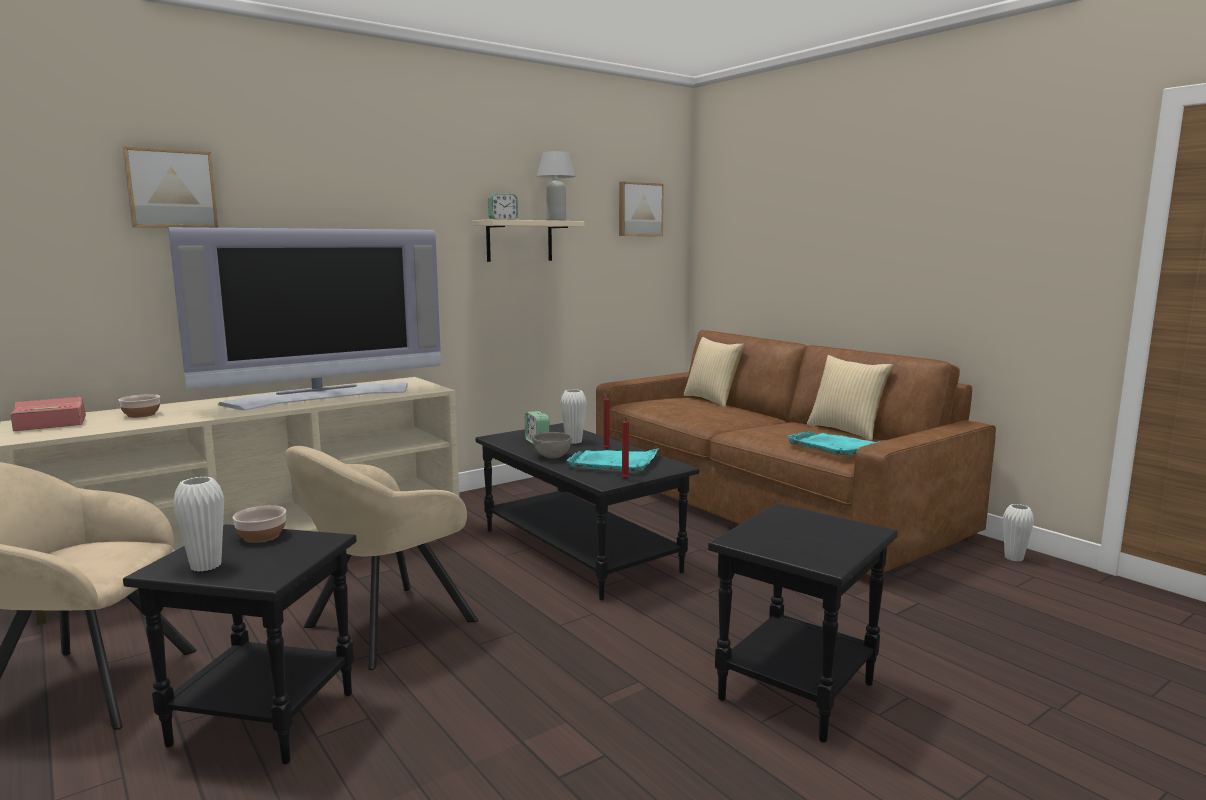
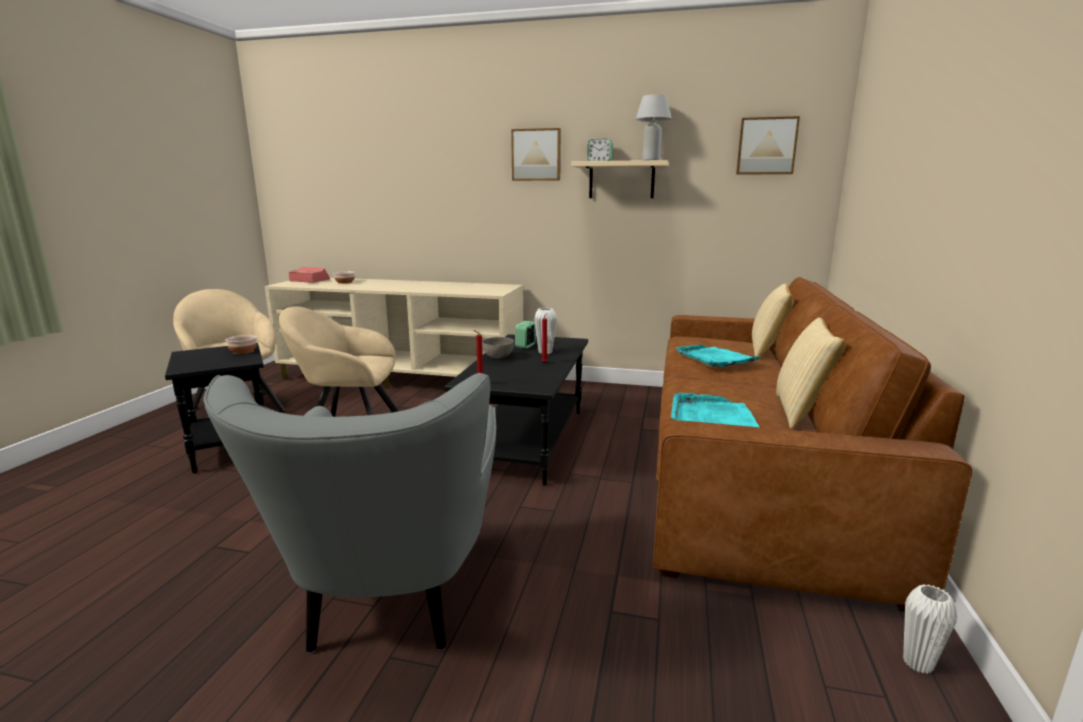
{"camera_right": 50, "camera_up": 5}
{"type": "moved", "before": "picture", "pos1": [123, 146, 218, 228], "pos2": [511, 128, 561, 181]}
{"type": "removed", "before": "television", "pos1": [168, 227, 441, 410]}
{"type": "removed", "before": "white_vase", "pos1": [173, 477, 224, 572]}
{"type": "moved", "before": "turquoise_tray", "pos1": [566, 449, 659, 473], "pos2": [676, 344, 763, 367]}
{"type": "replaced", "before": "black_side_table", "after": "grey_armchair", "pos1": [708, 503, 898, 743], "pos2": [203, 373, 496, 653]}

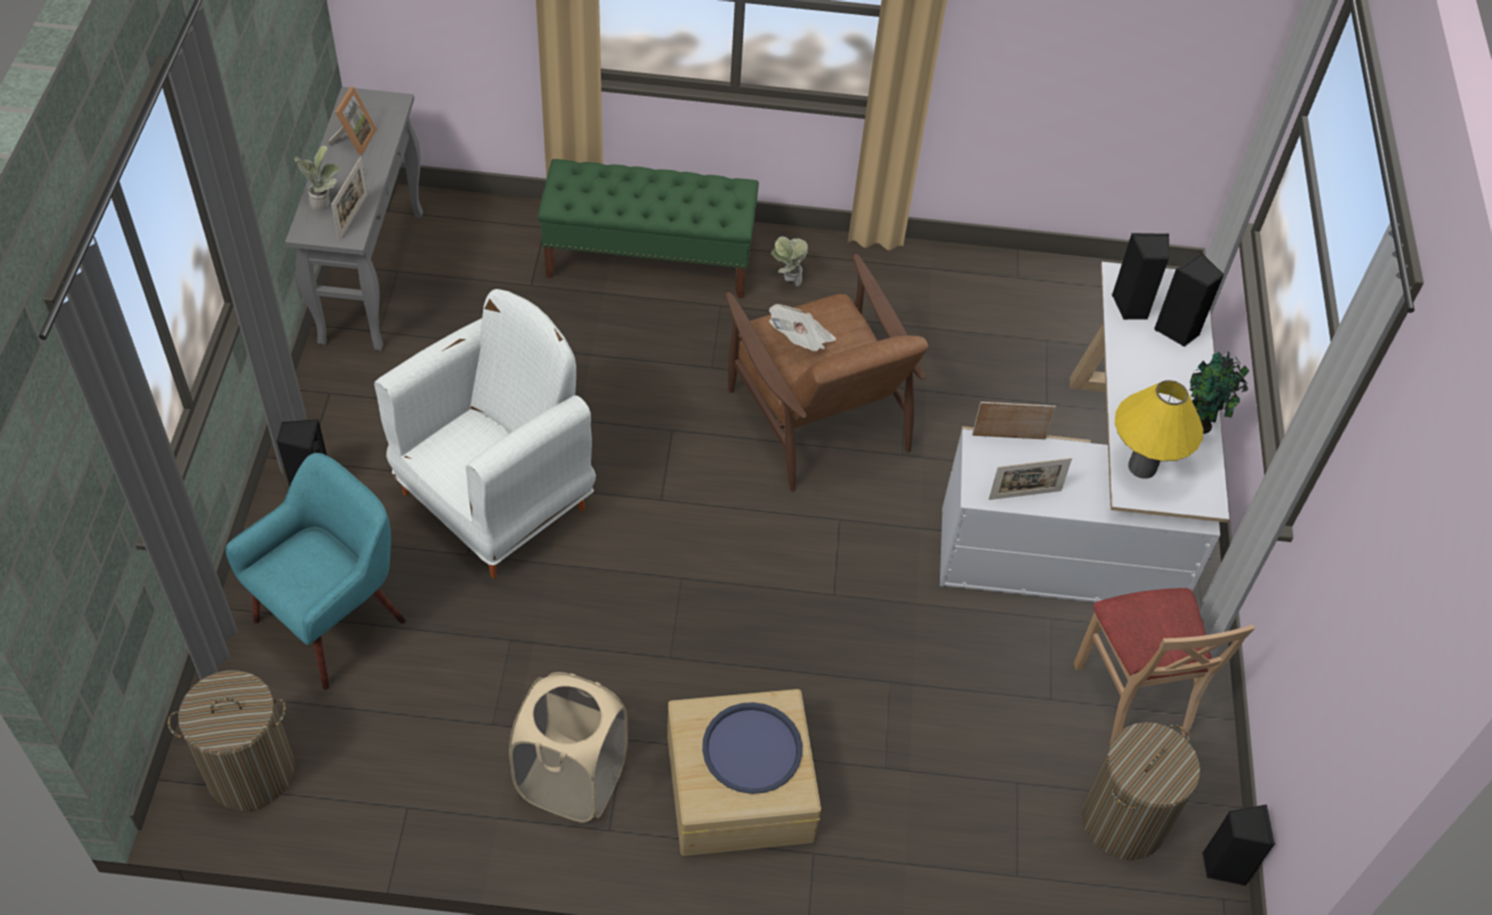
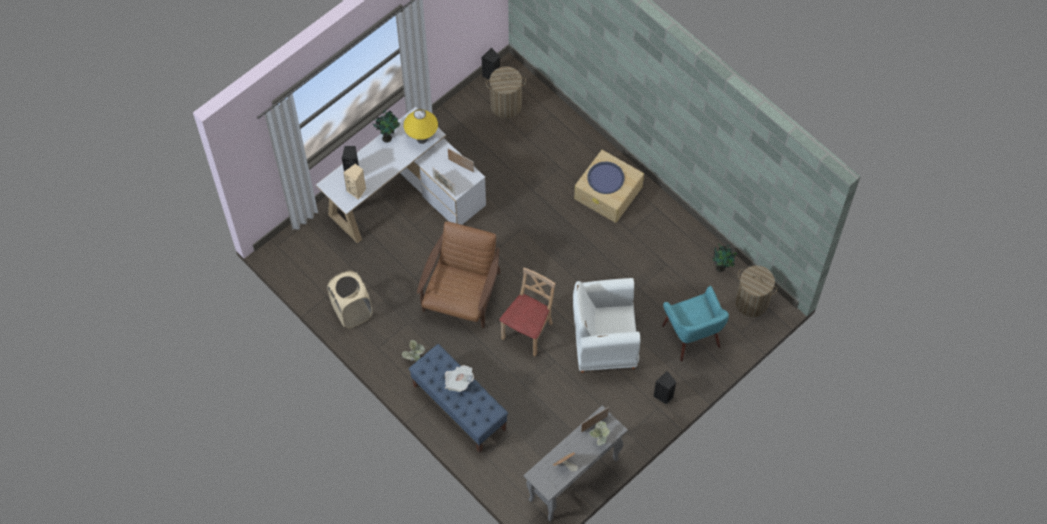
{"camera_right": -135, "camera_up": 10}
{"type": "turned", "before": "turquoise_armchair", "pos1": [225, 453, 406, 690], "pos2": [662, 286, 729, 362], "turn": -105}
{"type": "moved", "before": "beige_laundry_basket", "pos1": [509, 672, 628, 823], "pos2": [327, 270, 373, 328]}
{"type": "recoloured", "before": "green_bench", "after": "blue_bench", "pos1": [538, 159, 759, 298], "pos2": [409, 344, 508, 453]}
{"type": "moved", "before": "newspaper", "pos1": [769, 304, 836, 352], "pos2": [445, 365, 474, 392]}
{"type": "moved", "before": "beige_chair", "pos1": [1074, 588, 1255, 744], "pos2": [500, 268, 556, 356]}
{"type": "recoloured", "before": "black_speaker", "after": "beige_speaker", "pos1": [1112, 233, 1170, 320], "pos2": [343, 164, 366, 200]}
{"type": "added", "after": "potted_plant", "pos2": [713, 243, 737, 272]}

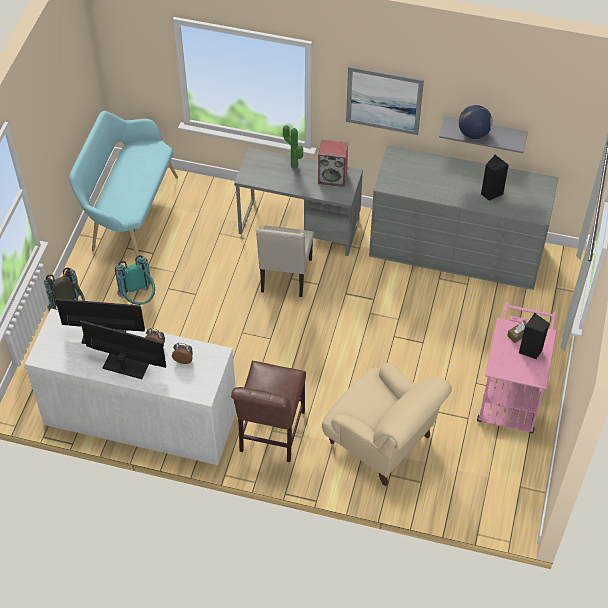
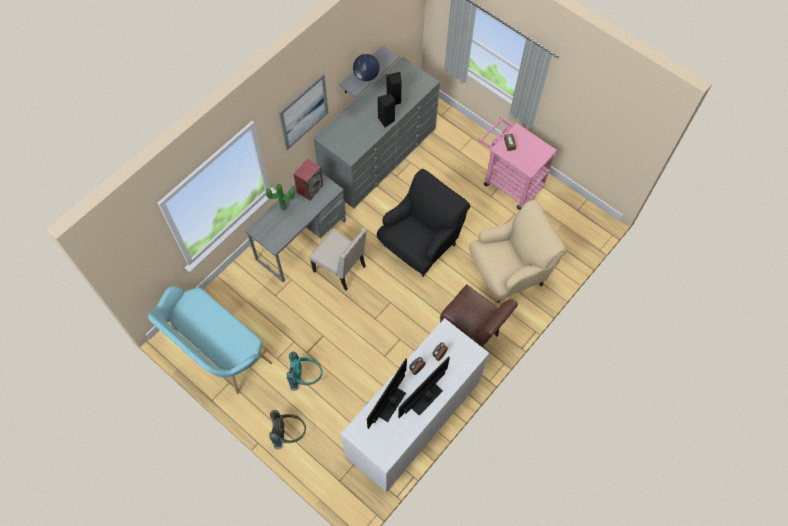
{"camera_right": -65, "camera_up": 10}
{"type": "moved", "before": "black_speaker", "pos1": [519, 313, 550, 359], "pos2": [378, 93, 395, 128]}
{"type": "added", "after": "black_armchair", "pos2": [377, 169, 470, 277]}

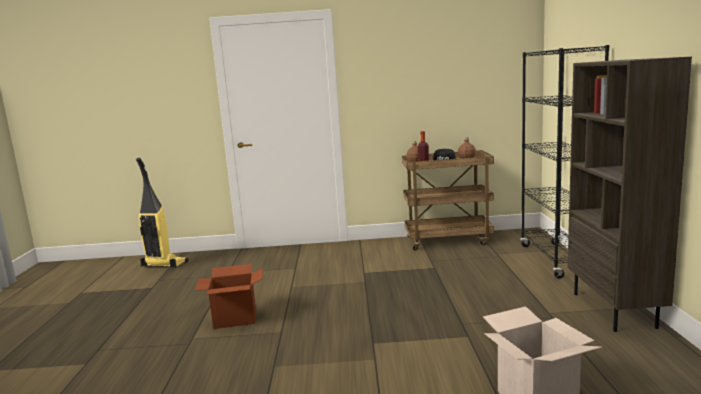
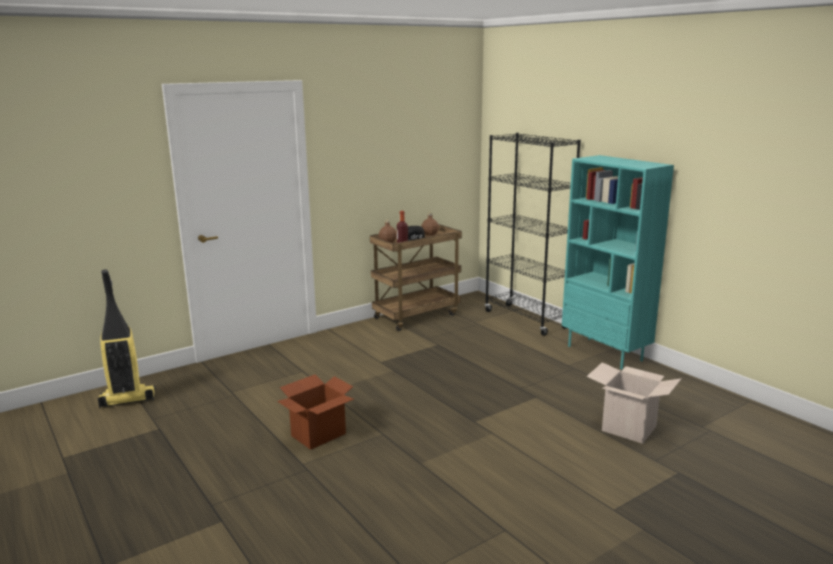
{"camera_right": -35, "camera_up": 5}
{"type": "recoloured", "before": "brown_bookcase", "after": "turquoise_bookcase", "pos1": [567, 57, 692, 332], "pos2": [562, 155, 674, 370]}

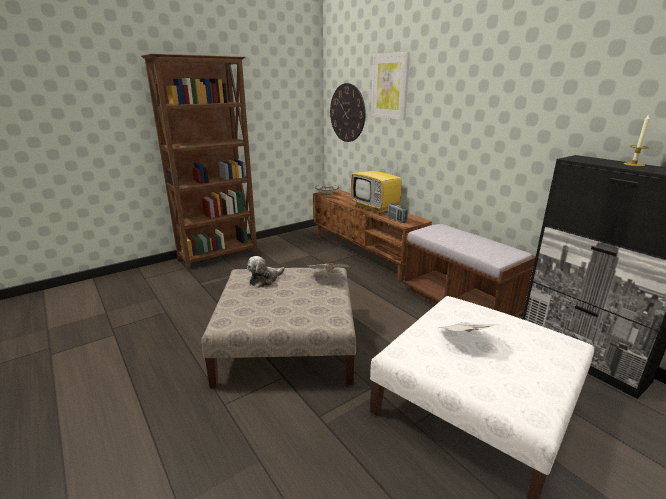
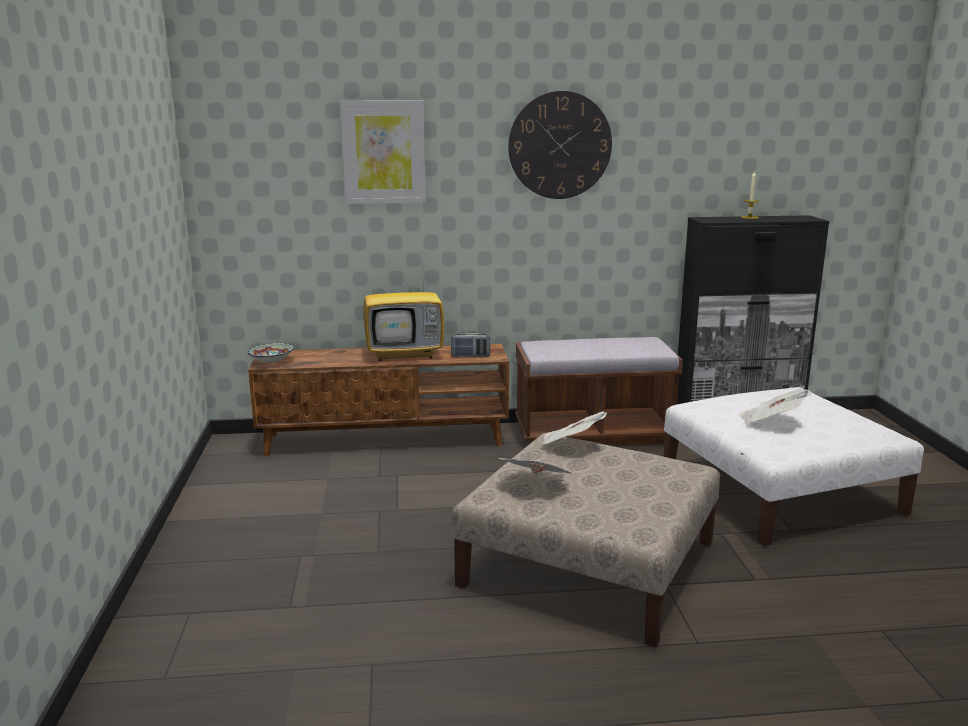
{"camera_right": -60, "camera_up": -5}
{"type": "removed", "before": "brown_bookcase", "pos1": [141, 54, 257, 270]}
{"type": "replaced", "before": "plush_toy", "after": "newspaper", "pos1": [247, 256, 285, 288], "pos2": [499, 458, 571, 474]}
{"type": "moved", "before": "wall_clock", "pos1": [330, 83, 366, 142], "pos2": [508, 91, 612, 199]}

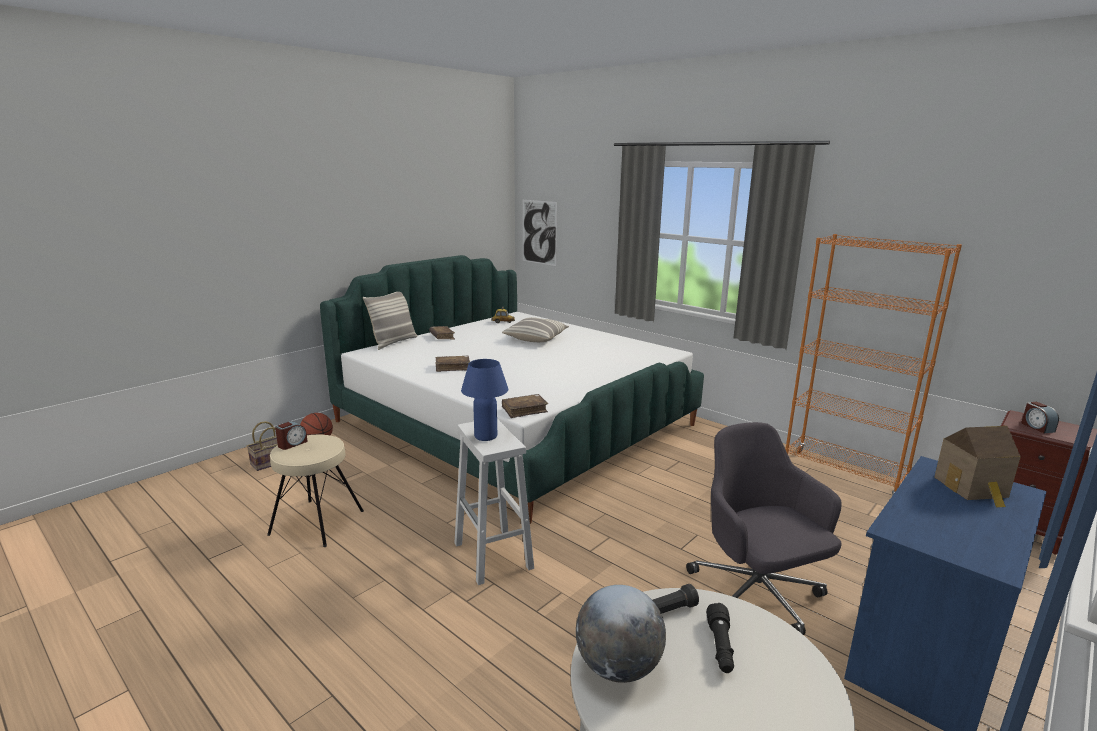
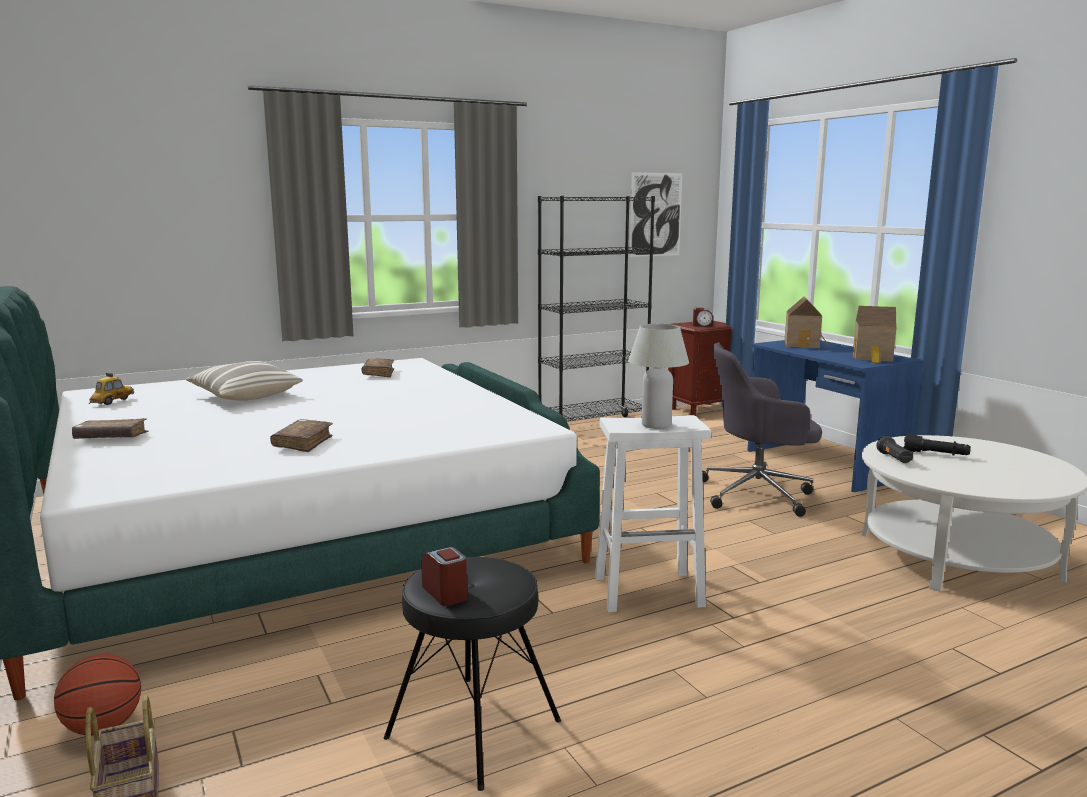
{"camera_right": -70, "camera_up": -5}
{"type": "recoloured", "before": "beige_stool", "after": "black_stool", "pos1": [267, 435, 364, 547], "pos2": [384, 557, 561, 791]}
{"type": "removed", "before": "pillow", "pos1": [363, 292, 417, 350]}
{"type": "recoloured", "before": "blue_table_lamp", "after": "white_table_lamp", "pos1": [461, 359, 508, 441], "pos2": [628, 324, 689, 429]}
{"type": "moved", "before": "brown_book", "pos1": [502, 394, 548, 418], "pos2": [362, 358, 394, 377]}
{"type": "moved", "before": "picture", "pos1": [523, 200, 557, 266], "pos2": [630, 172, 682, 257]}
{"type": "removed", "before": "globe", "pos1": [576, 585, 666, 683]}
{"type": "recoloured", "before": "orange_bookcase", "after": "black_bookcase", "pos1": [785, 234, 962, 495], "pos2": [538, 196, 655, 422]}
{"type": "added", "after": "toy_house", "pos2": [853, 306, 896, 363]}

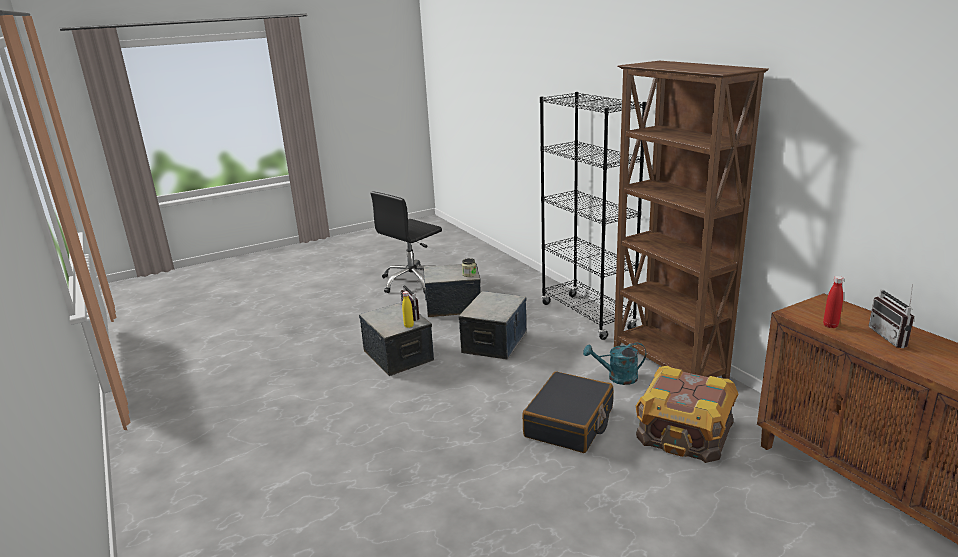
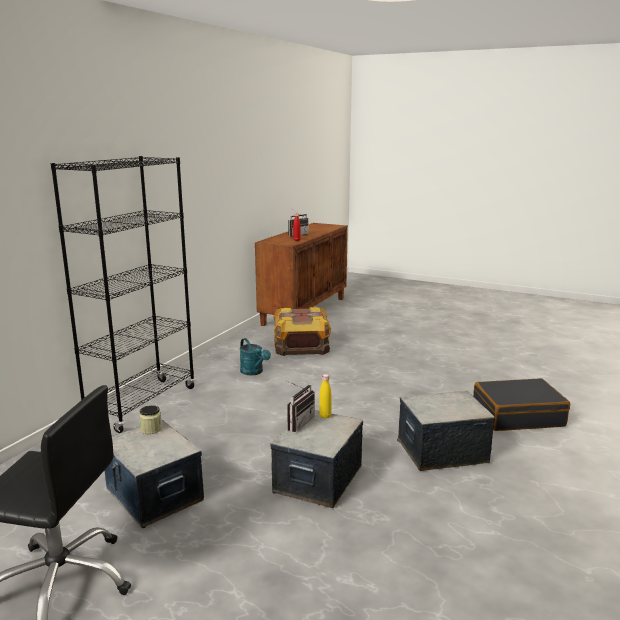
{"camera_right": -125, "camera_up": -5}
{"type": "moved", "before": "storage_box", "pos1": [458, 291, 527, 360], "pos2": [397, 391, 495, 471]}
{"type": "moved", "before": "black_suitcase", "pos1": [522, 372, 613, 453], "pos2": [473, 378, 570, 431]}
{"type": "removed", "before": "brown_bookcase", "pos1": [614, 61, 769, 379]}

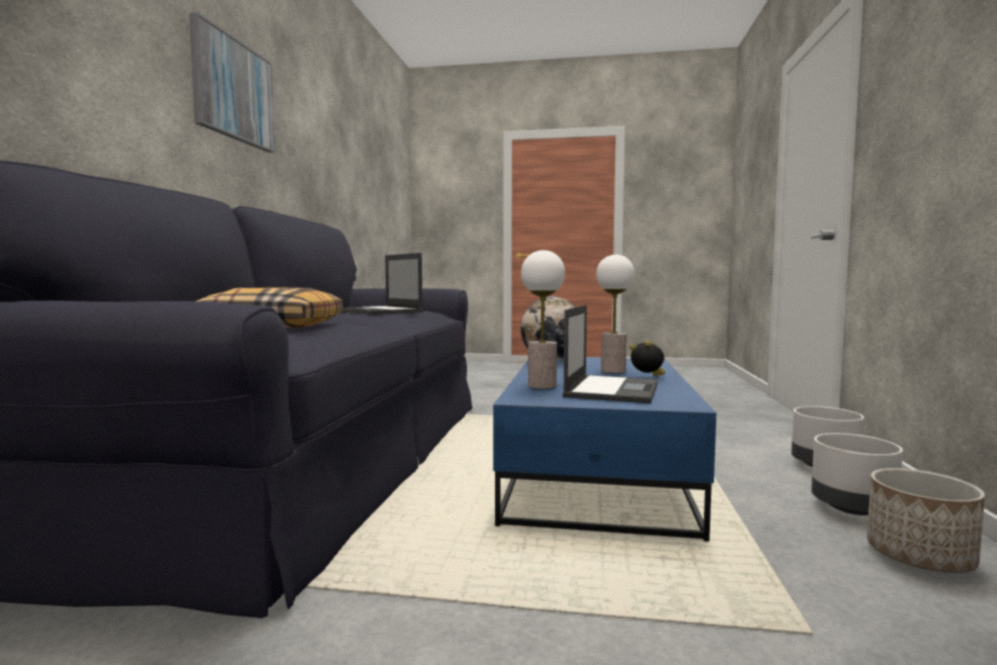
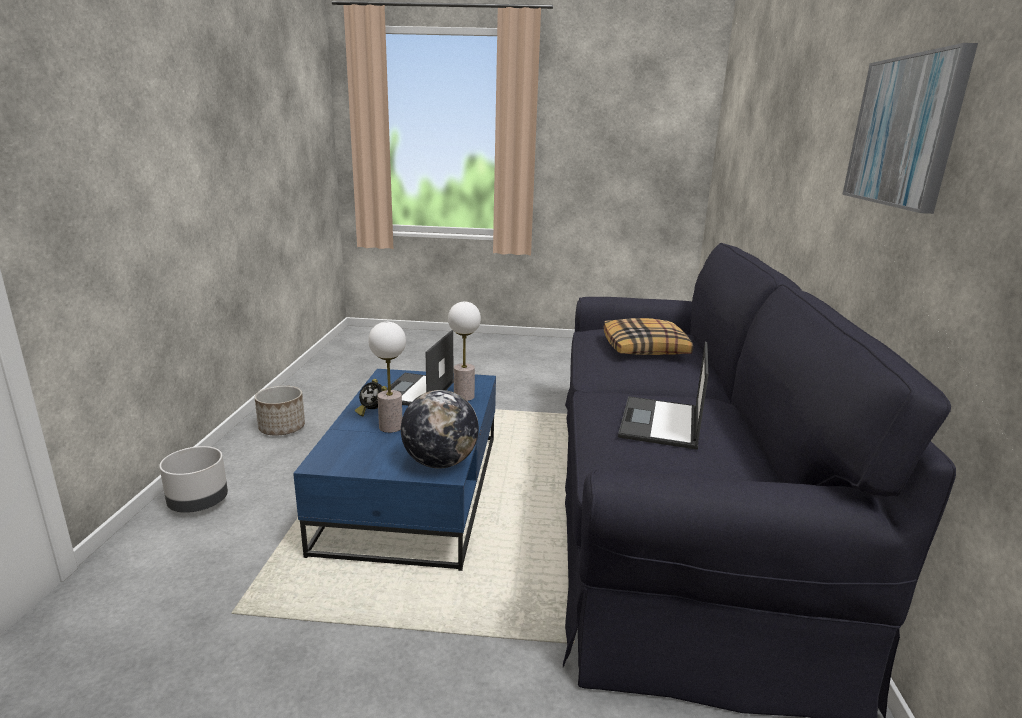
{"camera_right": 175, "camera_up": 15}
{"type": "turned", "before": "laptop", "pos1": [343, 253, 423, 314], "pos2": [618, 342, 708, 450], "turn": -120}
{"type": "removed", "before": "grey_planter", "pos1": [811, 433, 903, 516]}

